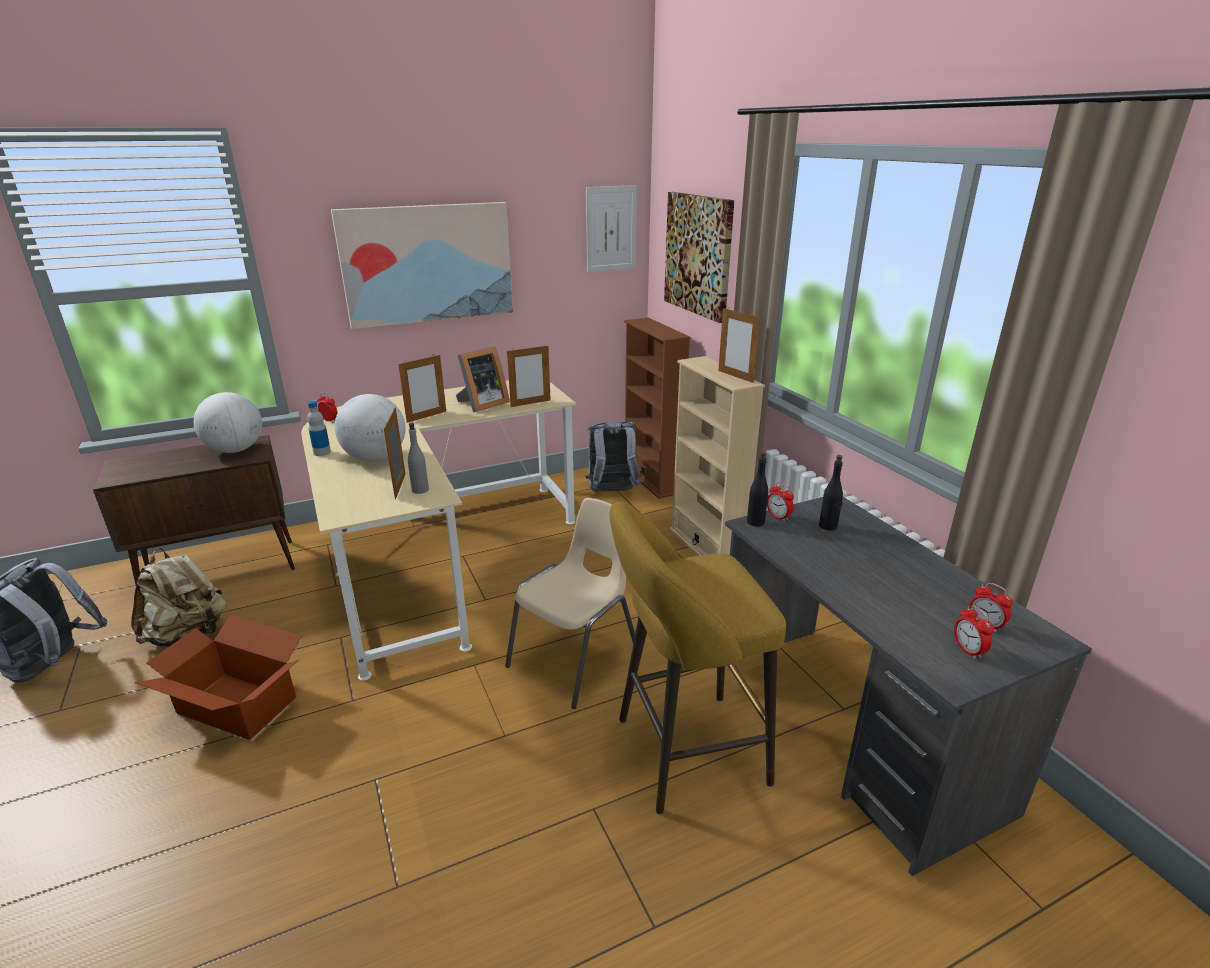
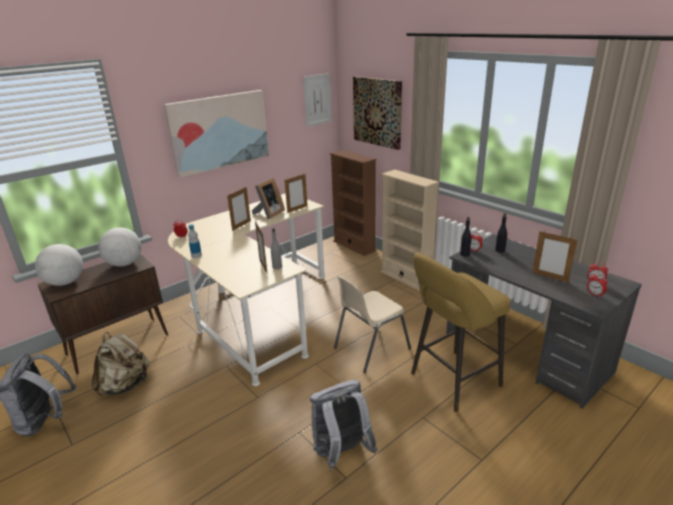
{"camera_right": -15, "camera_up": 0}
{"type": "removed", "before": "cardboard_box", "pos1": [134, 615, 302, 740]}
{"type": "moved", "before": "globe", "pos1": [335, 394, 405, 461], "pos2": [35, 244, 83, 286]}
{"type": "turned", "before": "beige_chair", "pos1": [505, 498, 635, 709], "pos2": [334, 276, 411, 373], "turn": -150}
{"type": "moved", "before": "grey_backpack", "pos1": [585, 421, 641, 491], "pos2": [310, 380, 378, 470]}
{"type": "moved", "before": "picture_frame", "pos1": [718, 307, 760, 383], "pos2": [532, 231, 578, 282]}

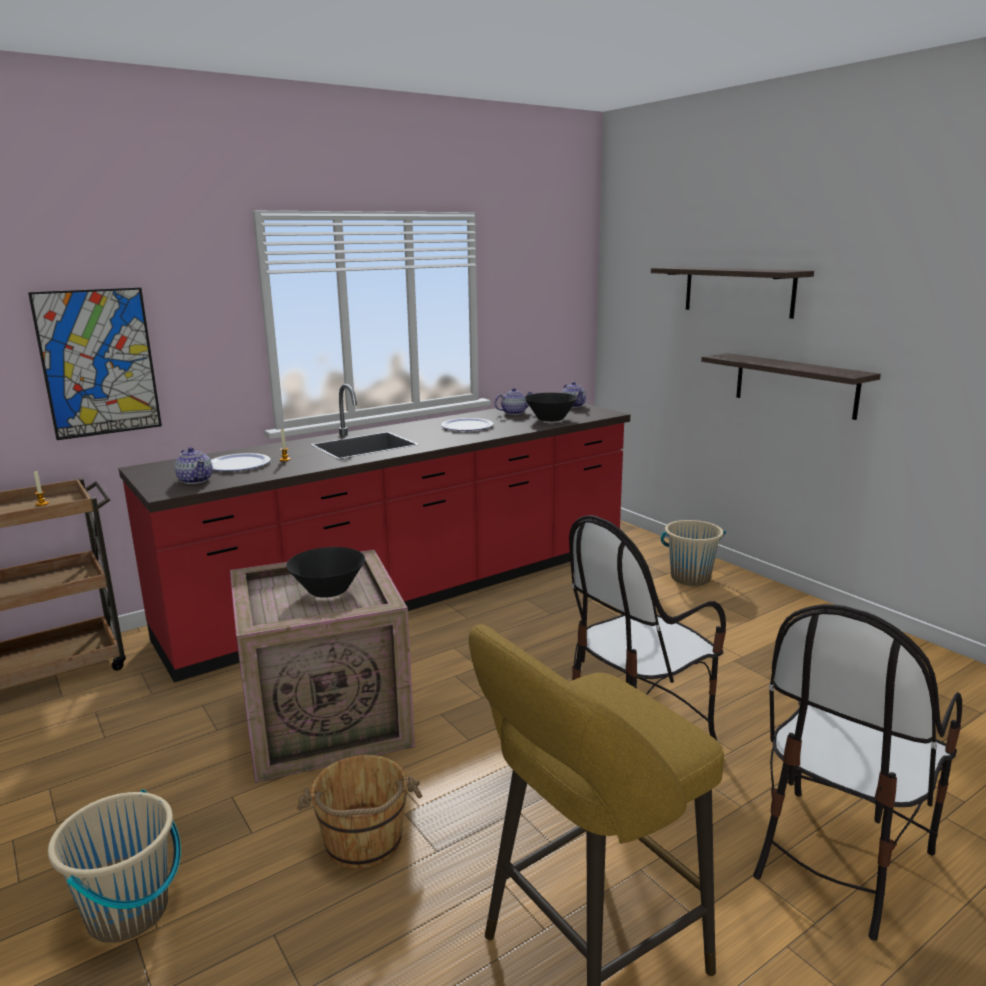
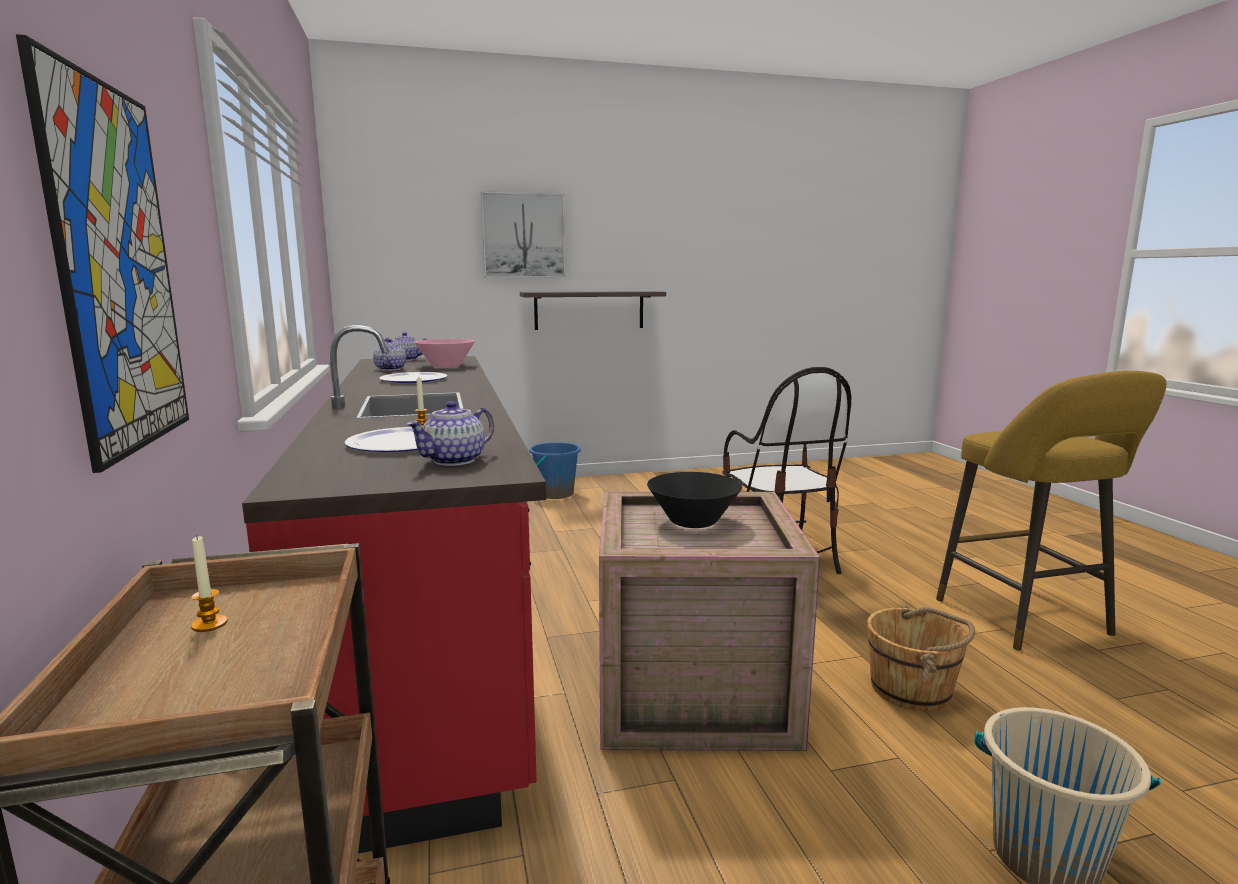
{"camera_right": -70, "camera_up": -5}
{"type": "turned", "before": "teapot", "pos1": [174, 447, 213, 484], "pos2": [406, 401, 494, 466], "turn": 150}
{"type": "recoloured", "before": "black_bowl", "after": "pink_bowl", "pos1": [525, 393, 578, 422], "pos2": [414, 339, 475, 367]}
{"type": "replaced", "before": "shelf", "after": "picture", "pos1": [651, 267, 814, 319], "pos2": [481, 191, 566, 278]}
{"type": "recoloured", "before": "beige_bucket", "after": "blue_bucket", "pos1": [661, 520, 726, 586], "pos2": [529, 442, 581, 499]}
{"type": "removed", "before": "chair", "pos1": [753, 604, 962, 941]}

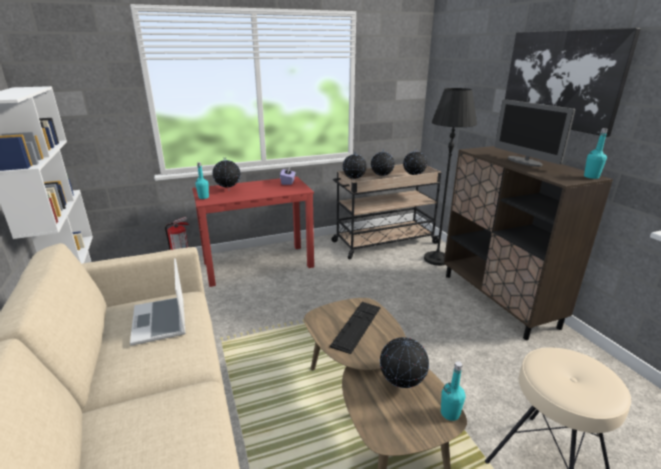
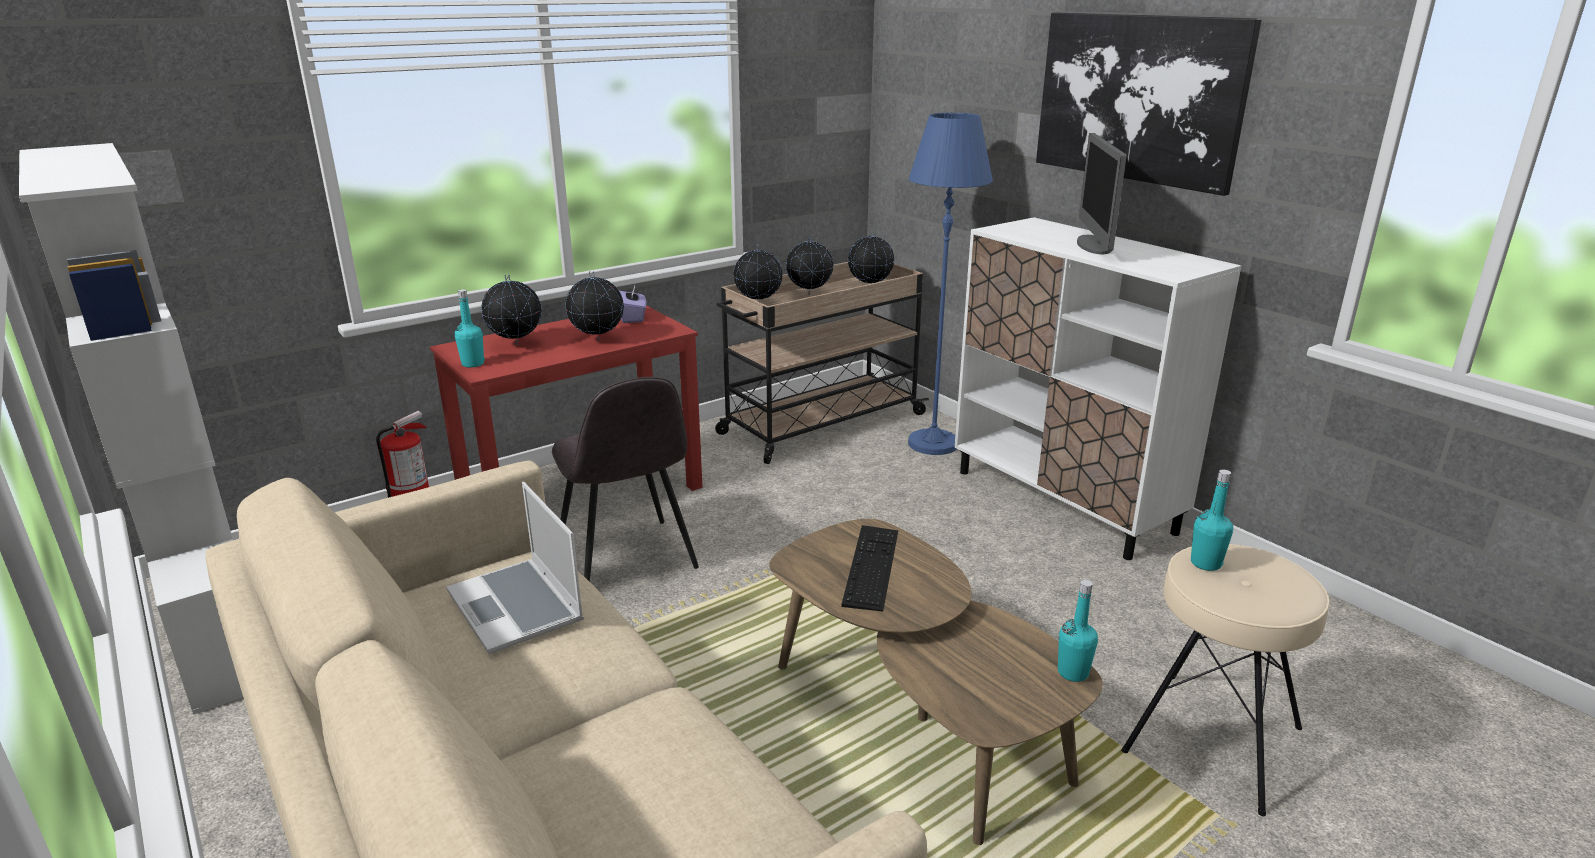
{"camera_right": -15, "camera_up": 0}
{"type": "moved", "before": "globe", "pos1": [380, 337, 429, 388], "pos2": [565, 272, 624, 341]}
{"type": "recoloured", "before": "black_floor_lamp", "after": "blue_floor_lamp", "pos1": [424, 88, 477, 266], "pos2": [908, 113, 993, 455]}
{"type": "recoloured", "before": "brown_cabinet", "after": "white_cabinet", "pos1": [444, 146, 613, 340], "pos2": [955, 217, 1241, 560]}
{"type": "turned", "before": "monitor", "pos1": [495, 99, 575, 167], "pos2": [1077, 133, 1127, 254], "turn": 45}
{"type": "moved", "before": "turquoise_bottle", "pos1": [584, 128, 608, 179], "pos2": [1191, 469, 1233, 571]}
{"type": "added", "after": "grey_chair", "pos2": [552, 377, 699, 582]}

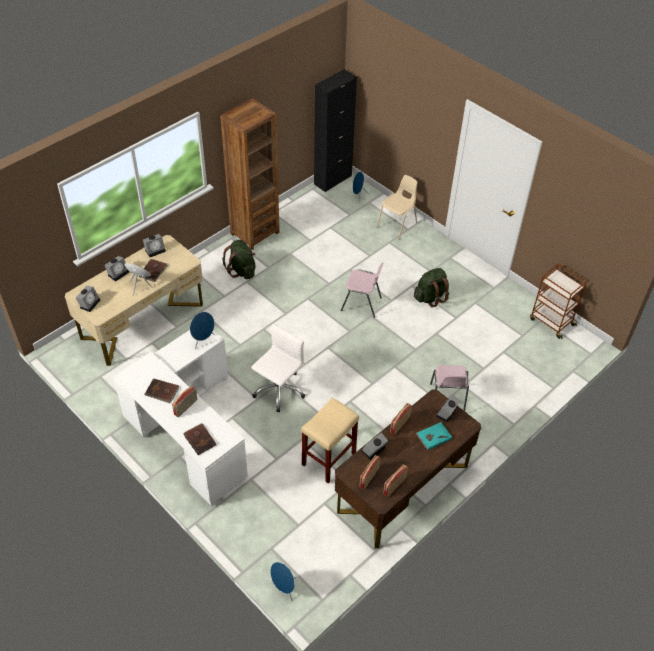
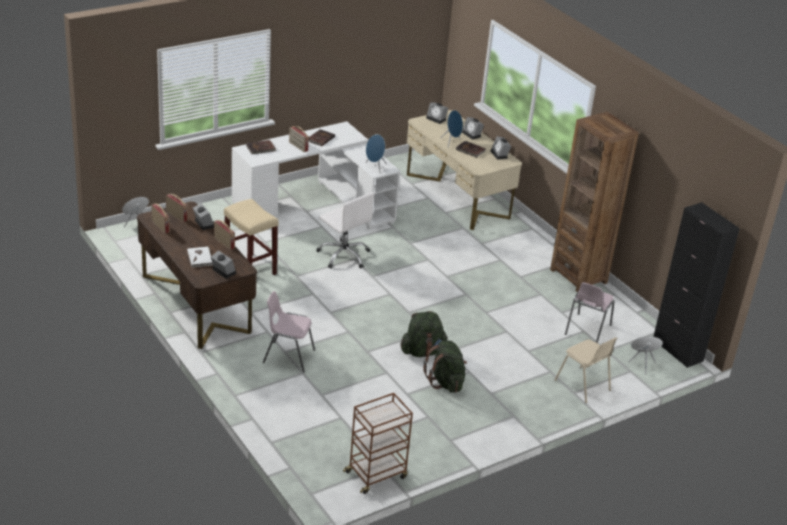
{"camera_right": 100, "camera_up": -15}
{"type": "moved", "before": "green_backpack", "pos1": [222, 240, 255, 279], "pos2": [401, 311, 448, 357]}
{"type": "moved", "before": "pink_chair", "pos1": [341, 262, 383, 318], "pos2": [565, 282, 615, 343]}
{"type": "recoloured", "before": "turquoise_book", "after": "white_book", "pos1": [416, 422, 452, 450], "pos2": [187, 247, 213, 267]}

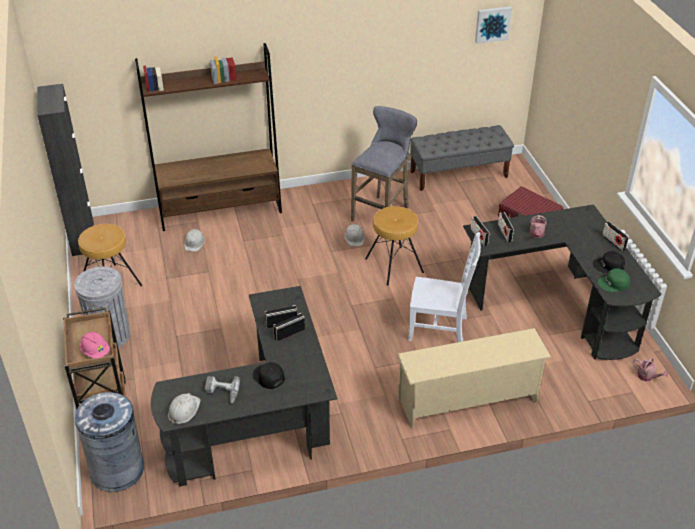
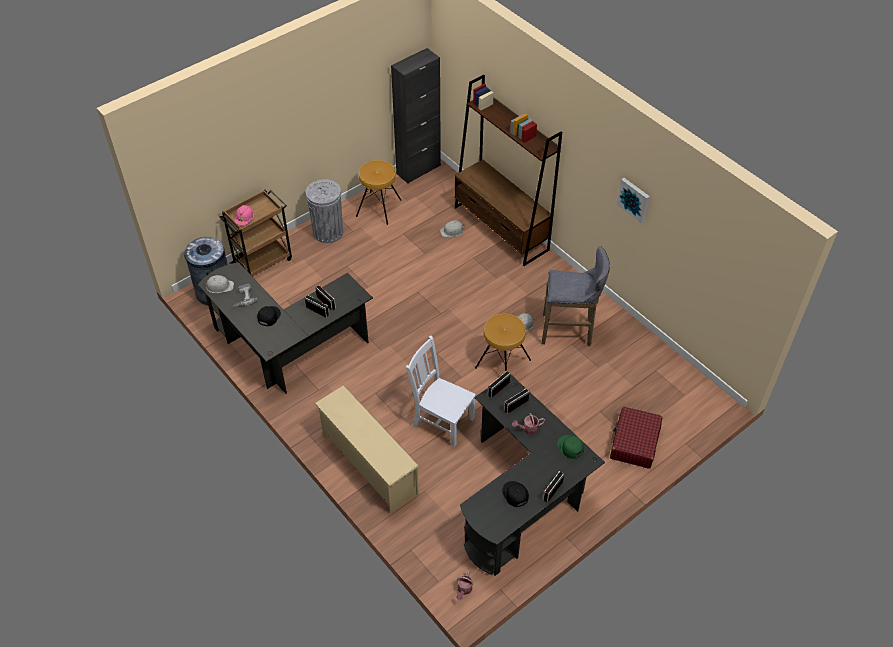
{"camera_right": 65, "camera_up": 10}
{"type": "turned", "before": "white_chair", "pos1": [408, 232, 481, 342], "pos2": [406, 335, 476, 447], "turn": 135}
{"type": "removed", "before": "grey_bench", "pos1": [410, 125, 514, 191]}
{"type": "moved", "before": "picture", "pos1": [475, 6, 512, 44], "pos2": [617, 178, 650, 224]}
{"type": "moved", "before": "green_cap", "pos1": [598, 268, 630, 292], "pos2": [557, 435, 584, 459]}

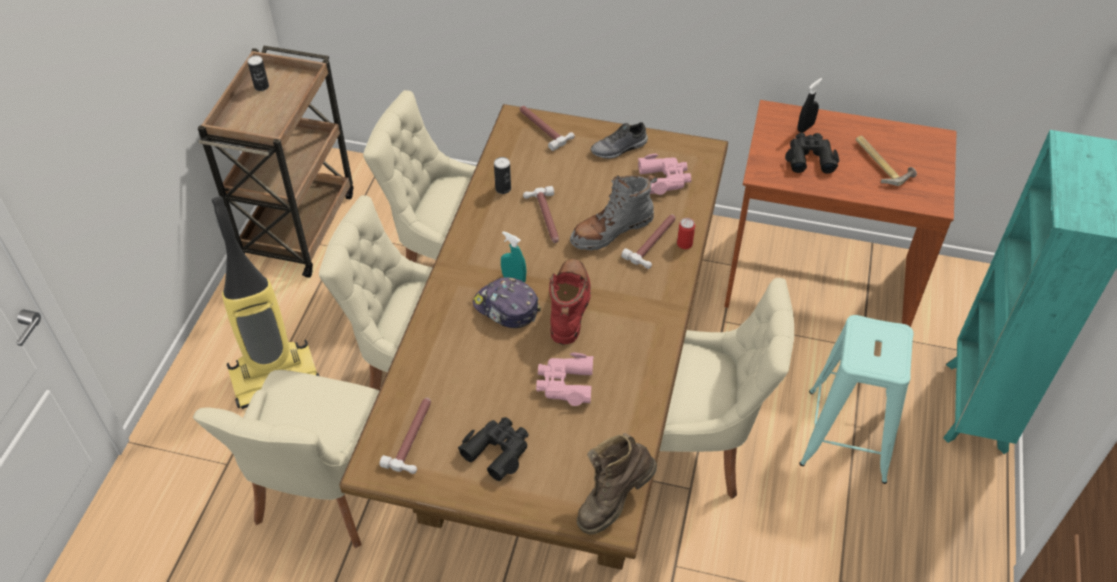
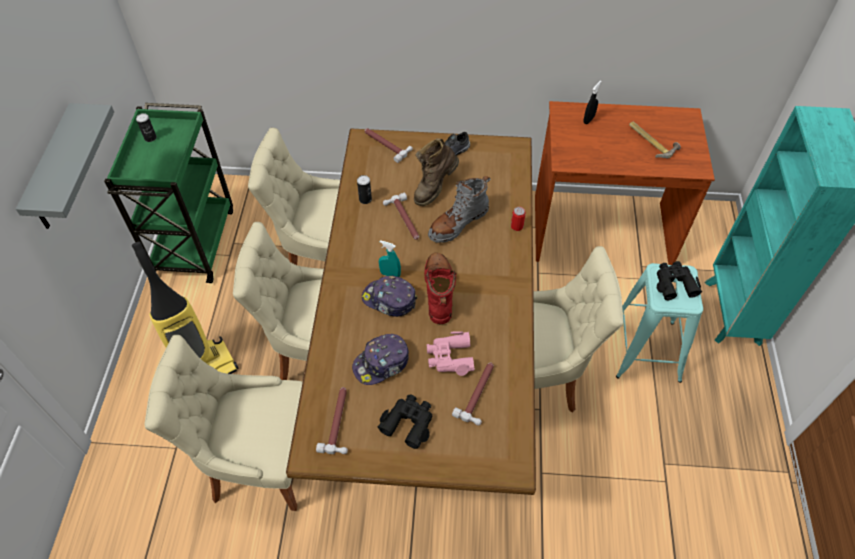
{"camera_right": -10, "camera_up": 5}
{"type": "turned", "before": "beige_chair", "pos1": [193, 370, 379, 548], "pos2": [145, 335, 303, 511], "turn": 90}
{"type": "recoloured", "before": "brown_cart", "after": "green_cart", "pos1": [198, 46, 353, 278], "pos2": [104, 103, 233, 283]}
{"type": "moved", "before": "brown_boot", "pos1": [577, 433, 657, 535], "pos2": [414, 138, 459, 206]}
{"type": "moved", "before": "hammer", "pos1": [621, 215, 676, 269], "pos2": [452, 362, 494, 426]}
{"type": "removed", "before": "pink_binoculars", "pos1": [638, 154, 691, 195]}
{"type": "moved", "before": "black_binoculars", "pos1": [785, 133, 839, 174], "pos2": [657, 261, 702, 300]}
{"type": "added", "after": "grey_shelf", "pos2": [16, 103, 114, 229]}
{"type": "added", "after": "cap", "pos2": [352, 334, 409, 385]}

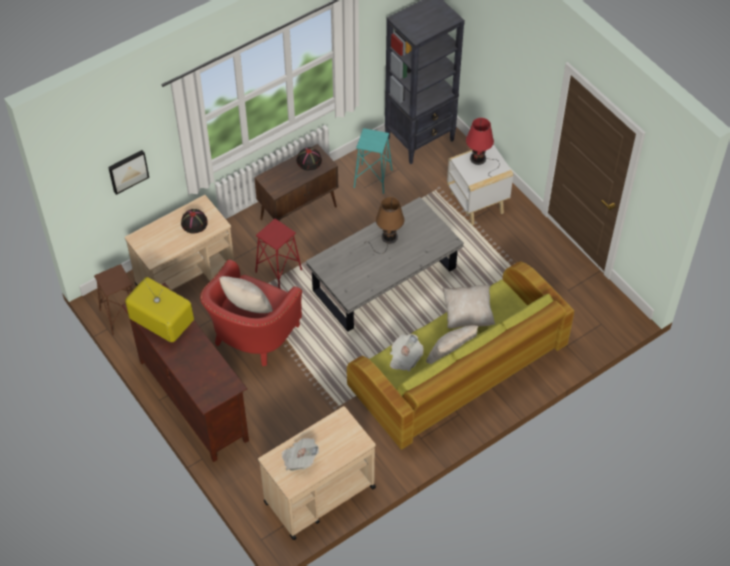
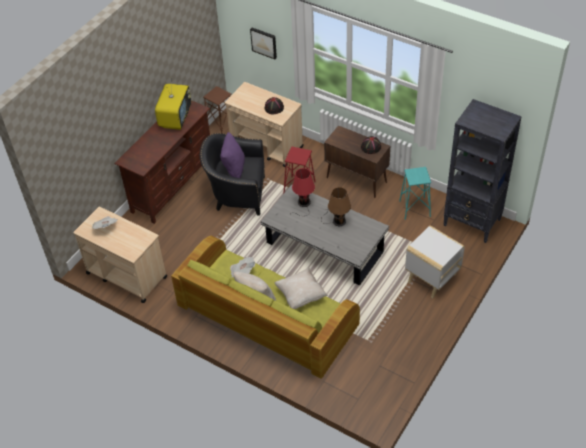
{"camera_right": 70, "camera_up": -5}
{"type": "recoloured", "before": "red_armchair", "after": "black_armchair", "pos1": [200, 259, 302, 366], "pos2": [200, 133, 265, 215]}
{"type": "recoloured", "before": "beige_pillow", "after": "purple_pillow", "pos1": [219, 276, 273, 313], "pos2": [220, 132, 245, 178]}
{"type": "moved", "before": "red_table_lamp", "pos1": [466, 118, 500, 175], "pos2": [290, 168, 315, 216]}

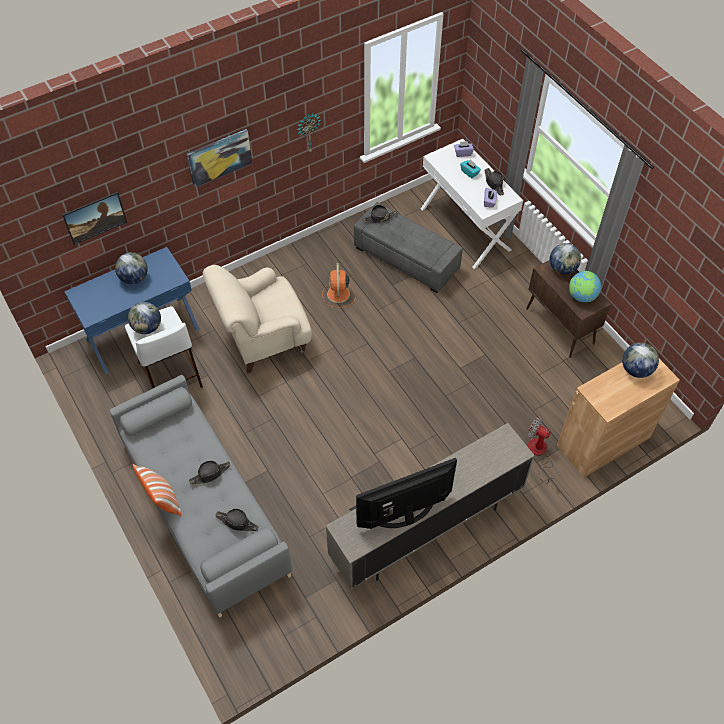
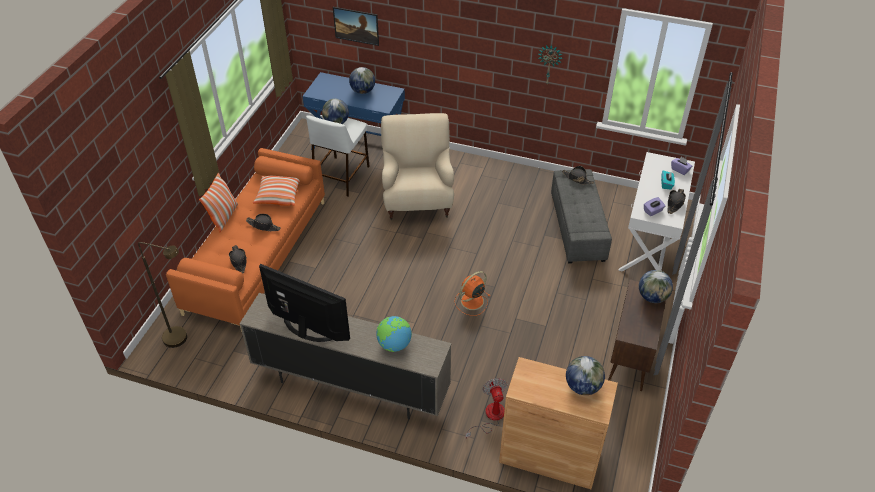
{"camera_right": 50, "camera_up": -10}
{"type": "recoloured", "before": "grey_sofa", "after": "orange_sofa", "pos1": [109, 375, 292, 618], "pos2": [166, 148, 325, 332]}
{"type": "removed", "before": "picture", "pos1": [186, 129, 252, 188]}
{"type": "turned", "before": "beige_armchair", "pos1": [203, 265, 312, 374], "pos2": [381, 113, 454, 220], "turn": 60}
{"type": "moved", "before": "orange_fan", "pos1": [323, 263, 355, 308], "pos2": [454, 271, 490, 316]}
{"type": "moved", "before": "globe", "pos1": [569, 271, 601, 302], "pos2": [376, 316, 412, 352]}
{"type": "added", "after": "brown_floor_lamp", "pos2": [138, 242, 187, 348]}
{"type": "added", "after": "pillow", "pos2": [253, 176, 300, 206]}

